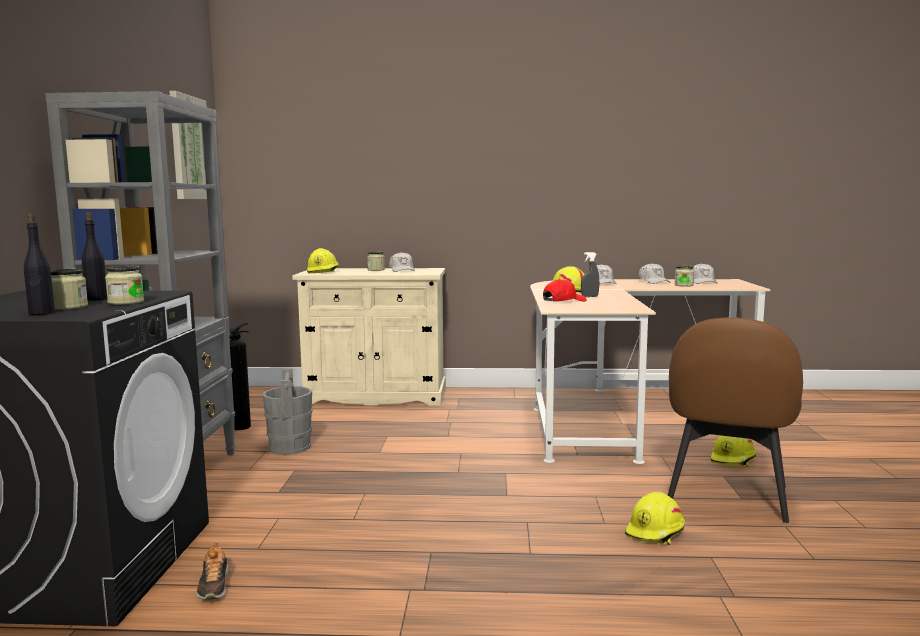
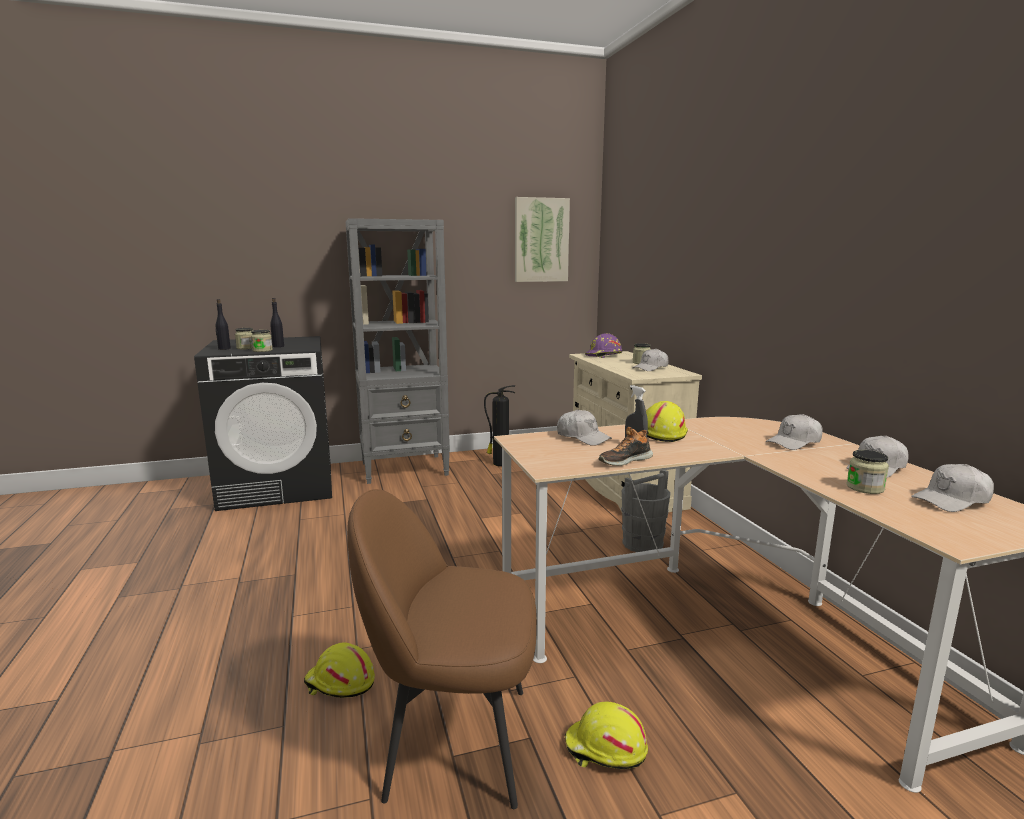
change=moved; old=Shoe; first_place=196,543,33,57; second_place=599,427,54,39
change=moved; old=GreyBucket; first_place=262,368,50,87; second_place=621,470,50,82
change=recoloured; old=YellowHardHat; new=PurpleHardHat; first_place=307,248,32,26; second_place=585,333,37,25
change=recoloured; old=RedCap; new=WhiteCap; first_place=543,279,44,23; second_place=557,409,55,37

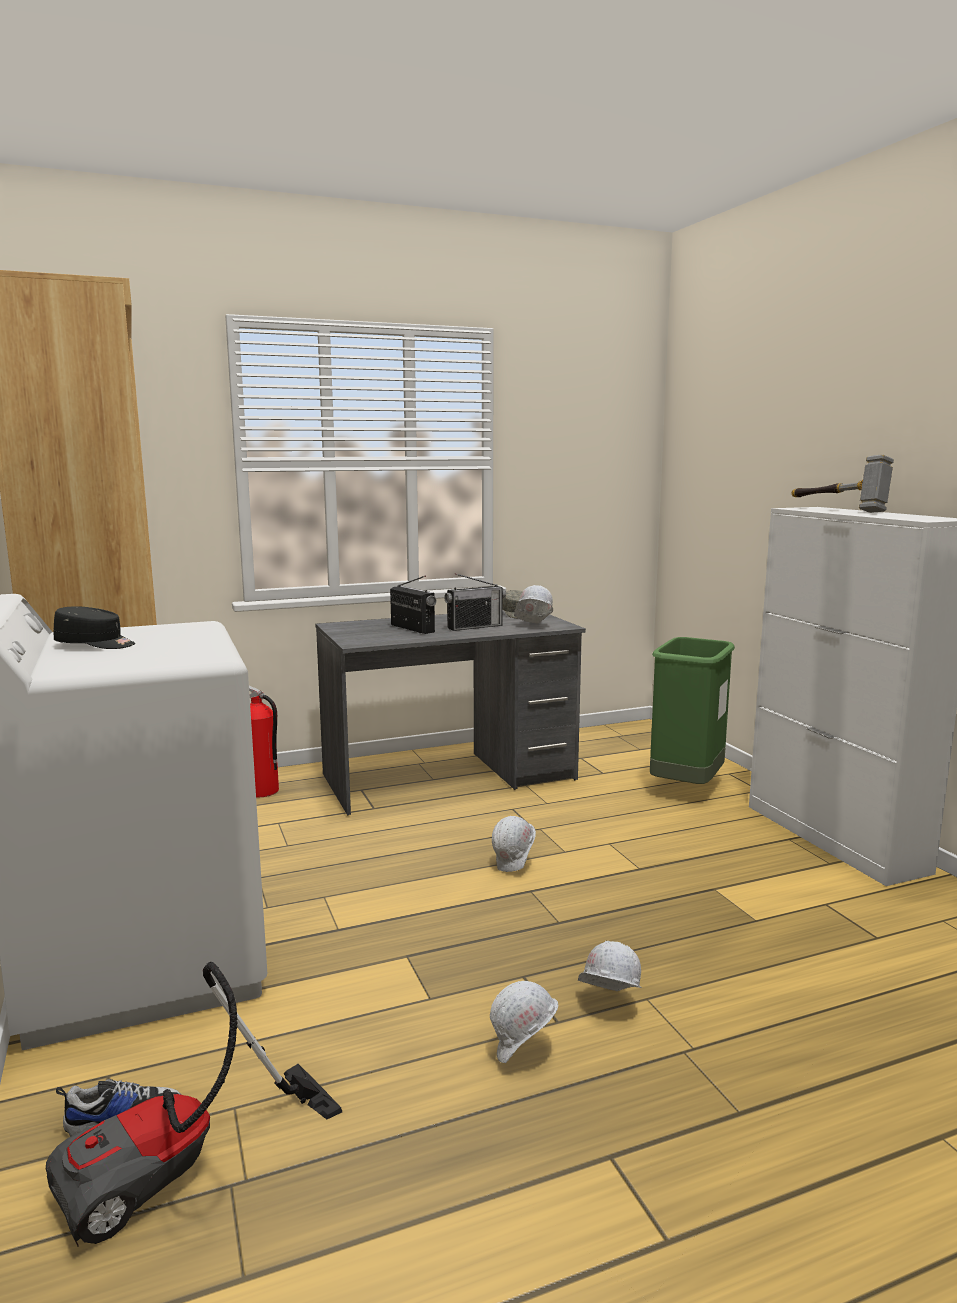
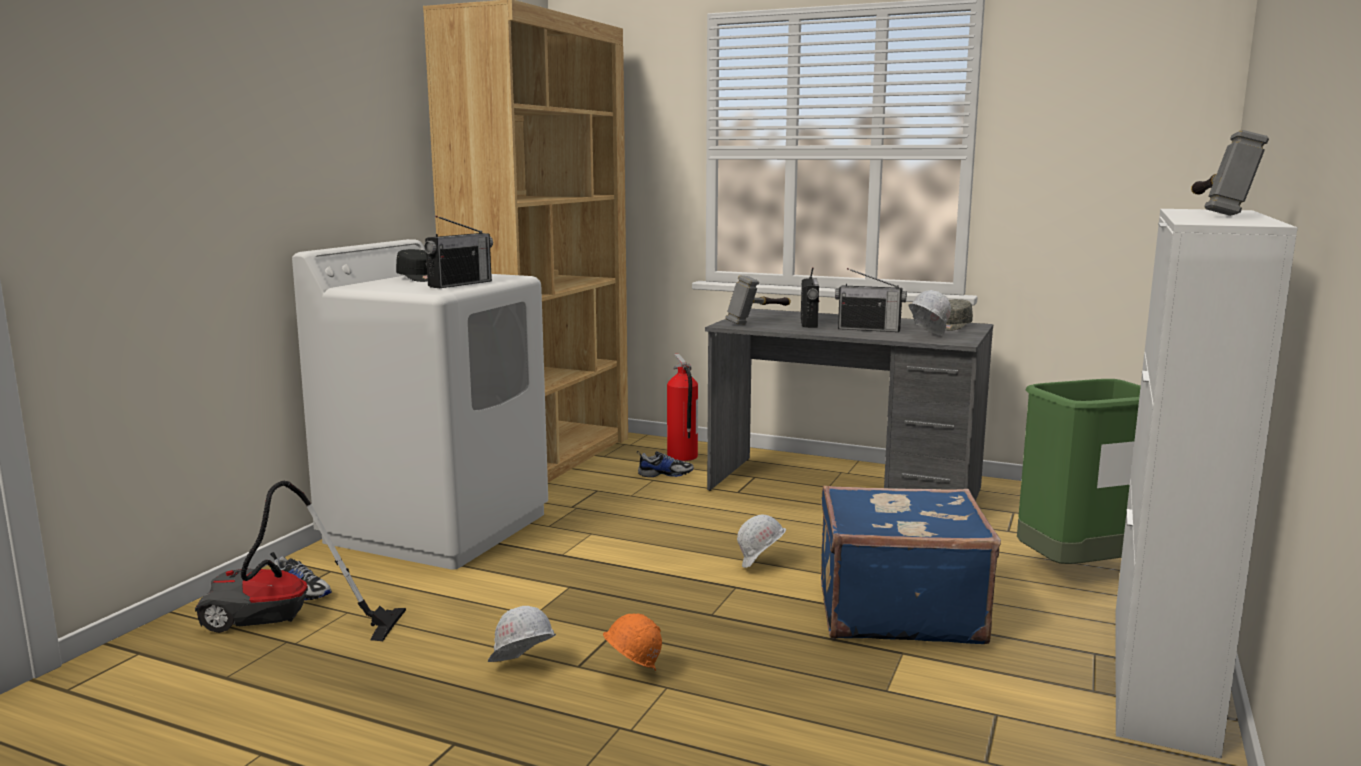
change=recoloured; old=WhiteHardHat; new=OrangeHardHat; first_place=578,941,64,50; second_place=603,613,59,58
change=added; new=Radio; second_place=424,216,69,72
change=added; new=Shoe; second_place=637,451,56,26
change=added; new=Hammer; second_place=725,276,66,48
change=added; new=BlueSuitcase; second_place=821,486,180,158

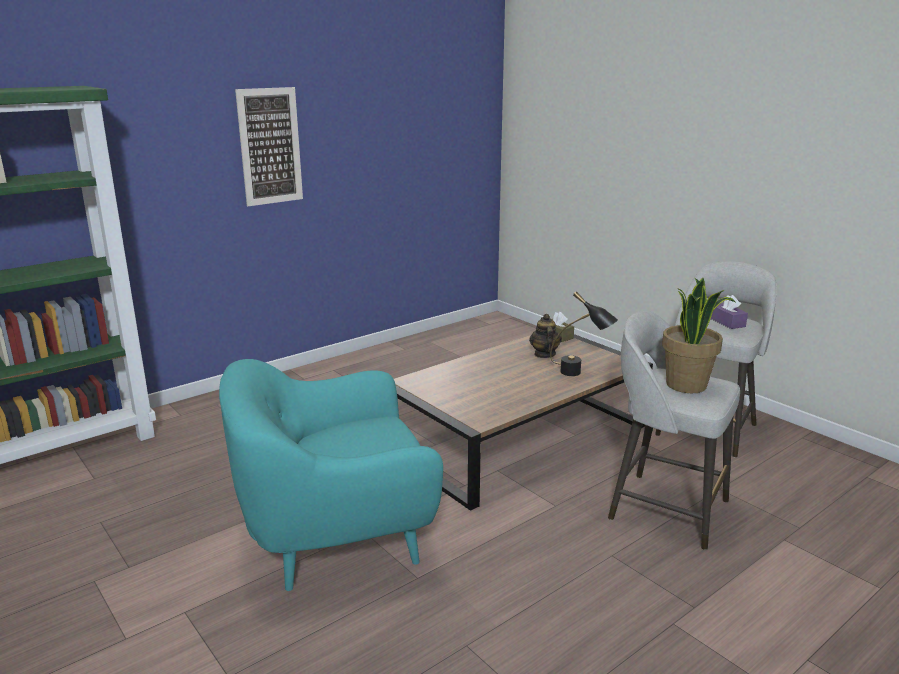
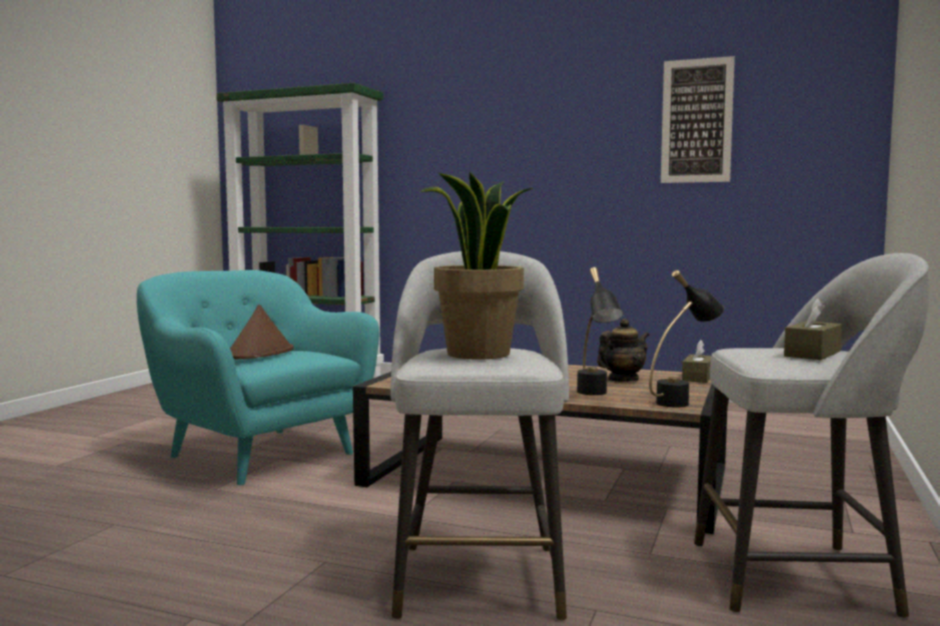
change=moved; old=Picture; first_place=235,87,68,119; second_place=661,56,74,127
change=recoloured; old=PurpleTissueBox; new=BrownTissueBox; first_place=711,295,37,34; second_place=784,298,58,62
change=added; new=BrownHat; second_place=230,304,64,55
change=added; new=BlackTableLamp; second_place=649,270,75,138

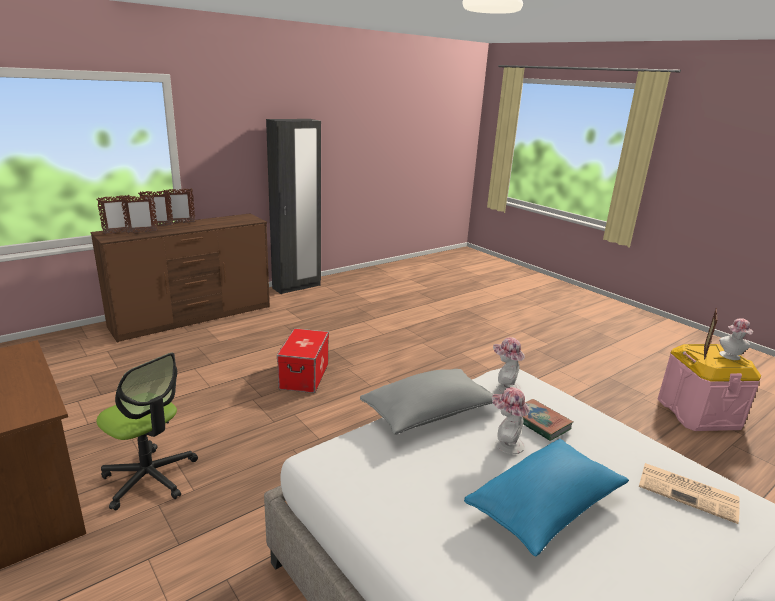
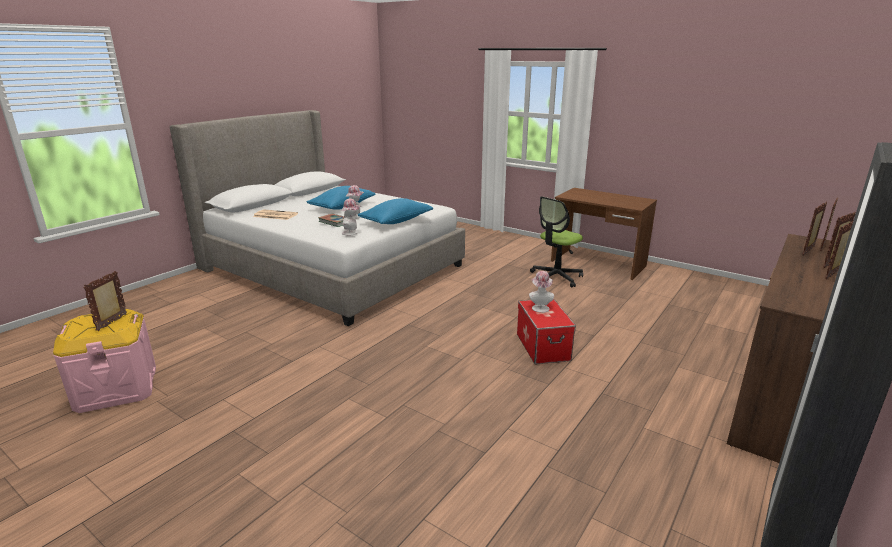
change=turned; old=OfficeChair; first_place=96,353,102,158; second_place=530,197,53,90; degrees=-60
change=recoloured; old=GreyPillow; new=BluePillow; first_place=360,369,133,66; second_place=358,198,75,26
change=moved; old=Hat; first_place=719,318,34,42; second_place=529,271,25,42

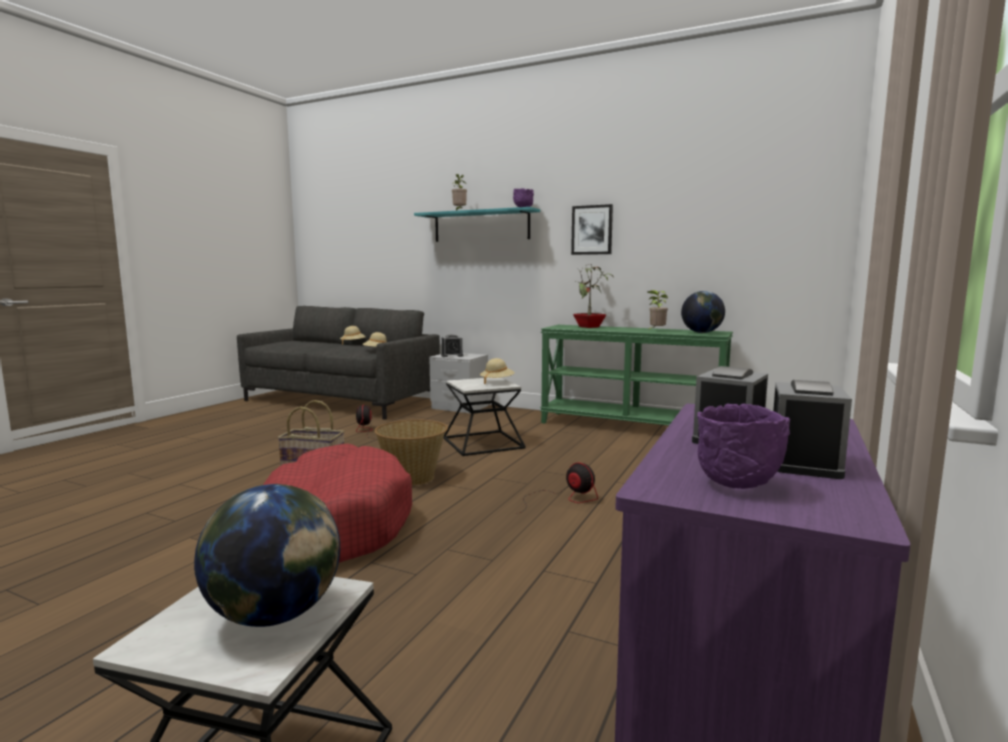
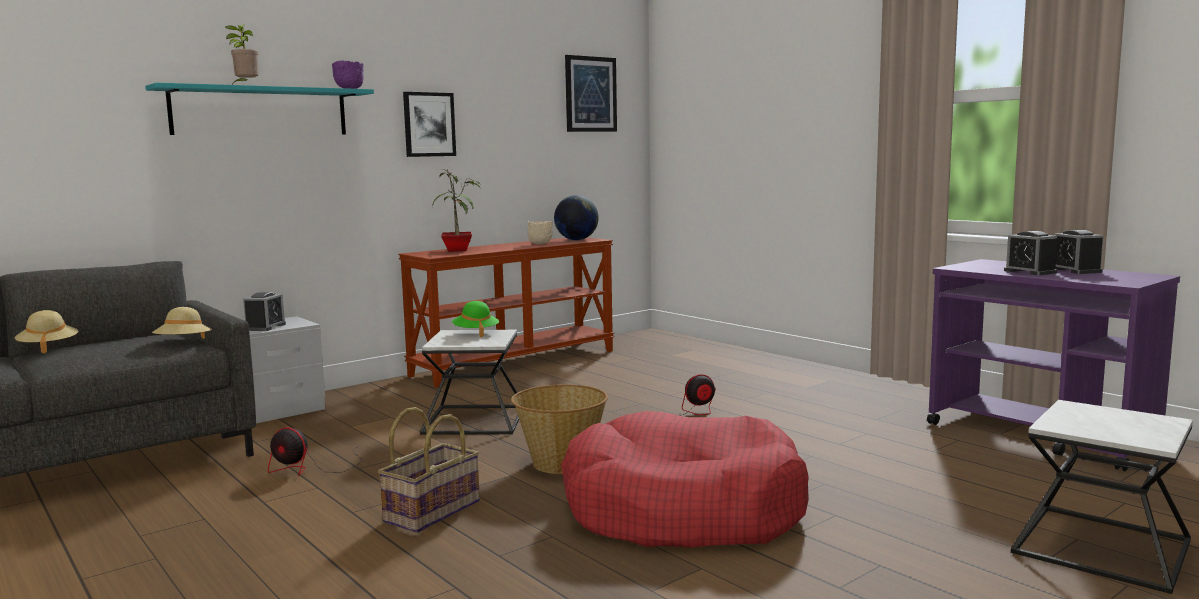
change=removed; old=Globe; first_place=194,484,146,143
change=recoloured; old=BeigeHat; new=GreenHat; first_place=480,358,35,26; second_place=452,301,47,37
change=recoloured; old=GreenConsoleTable; new=BrownConsoleTable; first_place=540,325,193,100; second_place=398,237,216,151
change=replaced; old=PottedPlant; new=BeigeBowl; first_place=646,290,22,42; second_place=527,221,26,23
change=removed; old=PurpleBowl; first_place=697,403,93,86
change=turned; old=AlarmClock; first_place=773,380,79,99; second_place=1053,230,51,44; degrees=-150
change=added; new=Picture; second_place=565,55,52,77

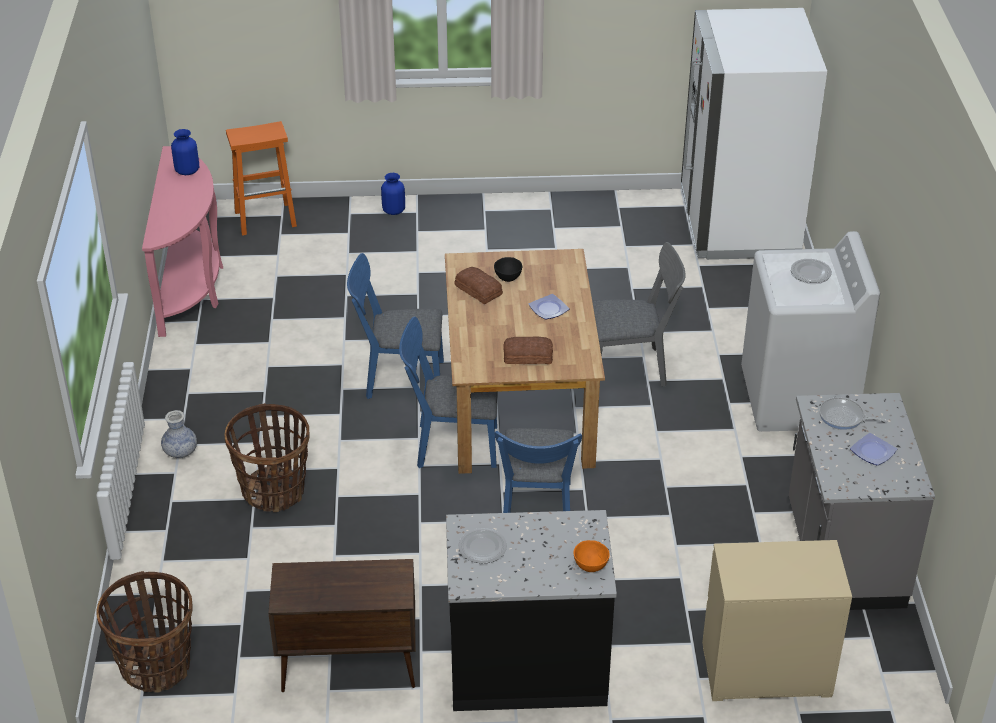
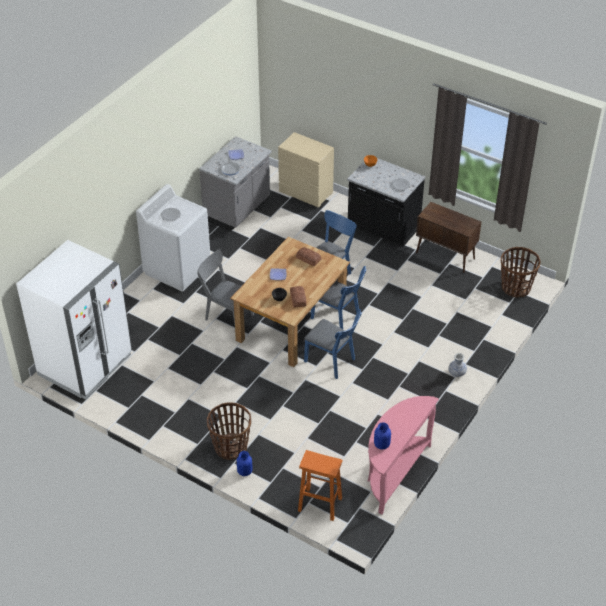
change=moved; old=Basket; first_place=225,403,84,109; second_place=207,402,44,58

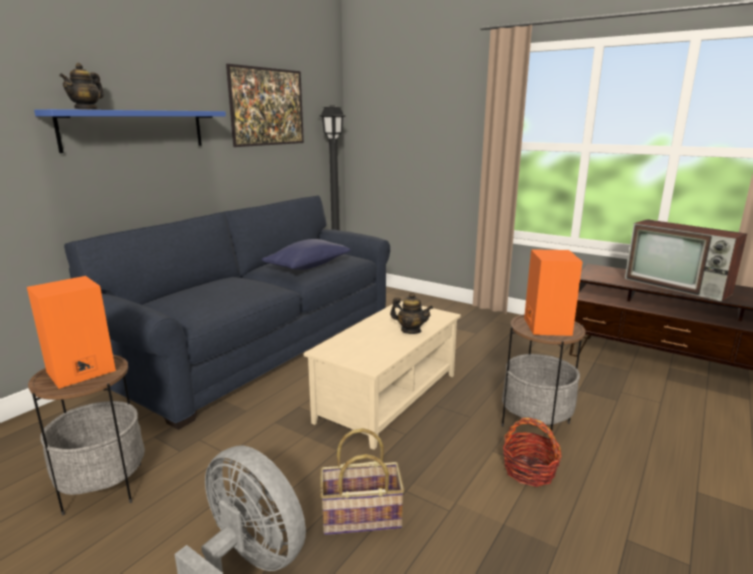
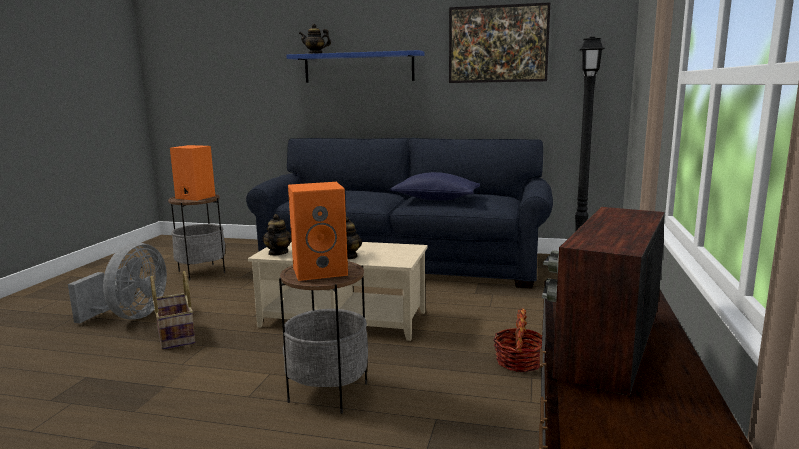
change=moved; old=Basket; first_place=503,418,59,69; second_place=493,309,49,63
change=added; new=Teapot; second_place=263,214,28,42

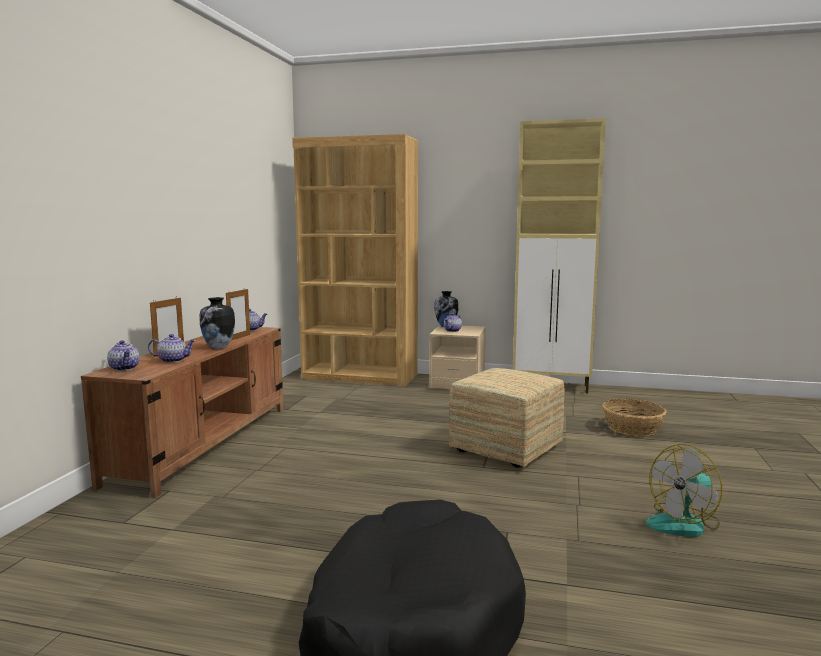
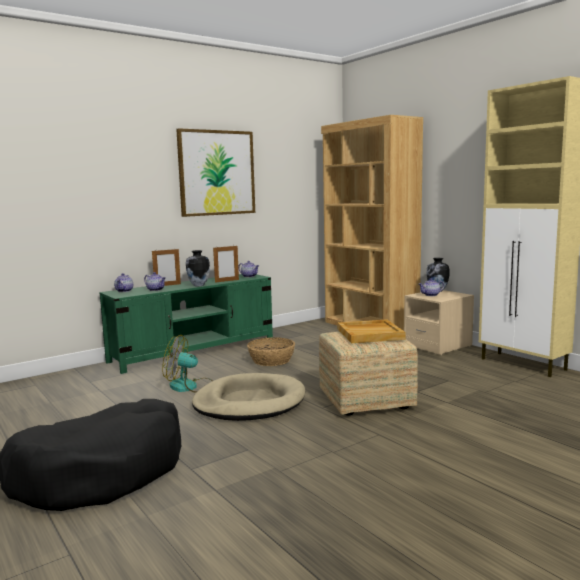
change=recoloured; old=BrownTvStand; new=GreenTvStand; first_place=81,327,202,171; second_place=99,274,174,100
change=moved; old=Basket; first_place=602,399,64,37; second_place=247,337,48,29
change=moved; old=Fan; first_place=646,444,77,93; second_place=162,335,50,58
change=added; new=Picture; second_place=176,128,79,89
change=added; new=BeigeDogBed; second_place=192,373,113,48
change=added; new=BeigeTray; second_place=338,319,67,24

